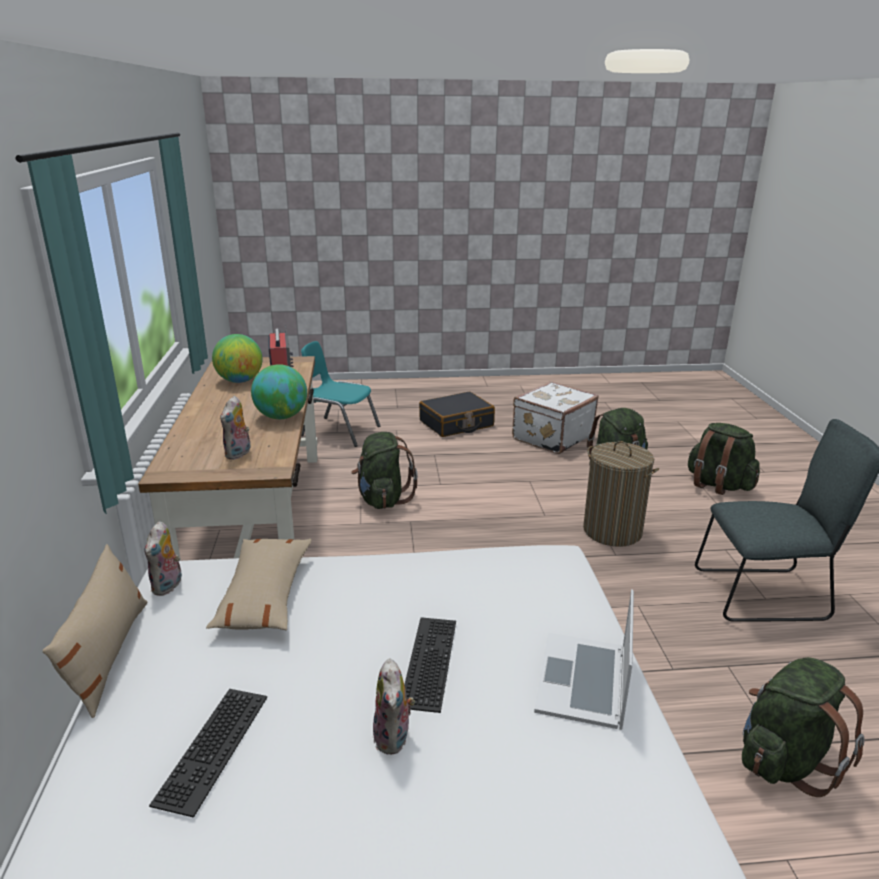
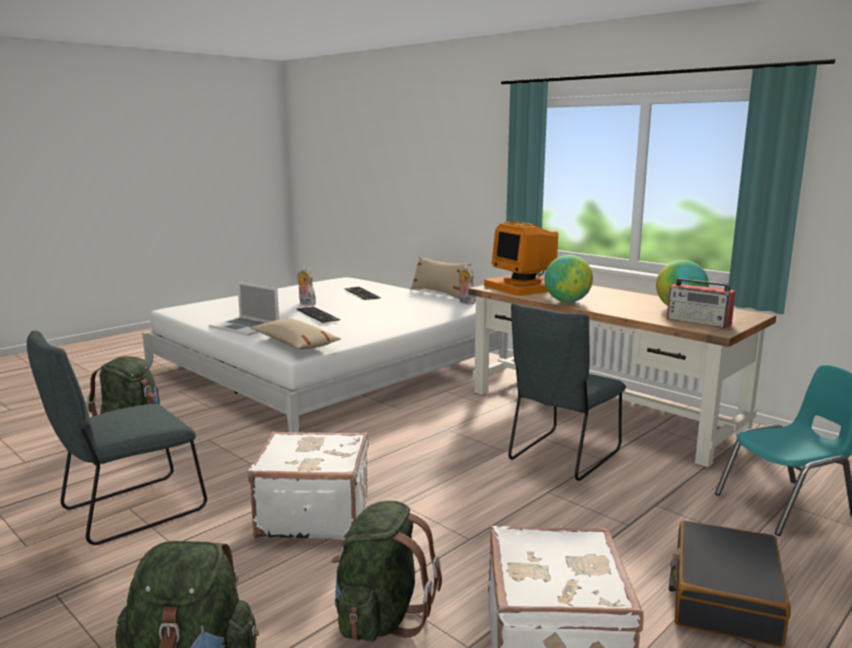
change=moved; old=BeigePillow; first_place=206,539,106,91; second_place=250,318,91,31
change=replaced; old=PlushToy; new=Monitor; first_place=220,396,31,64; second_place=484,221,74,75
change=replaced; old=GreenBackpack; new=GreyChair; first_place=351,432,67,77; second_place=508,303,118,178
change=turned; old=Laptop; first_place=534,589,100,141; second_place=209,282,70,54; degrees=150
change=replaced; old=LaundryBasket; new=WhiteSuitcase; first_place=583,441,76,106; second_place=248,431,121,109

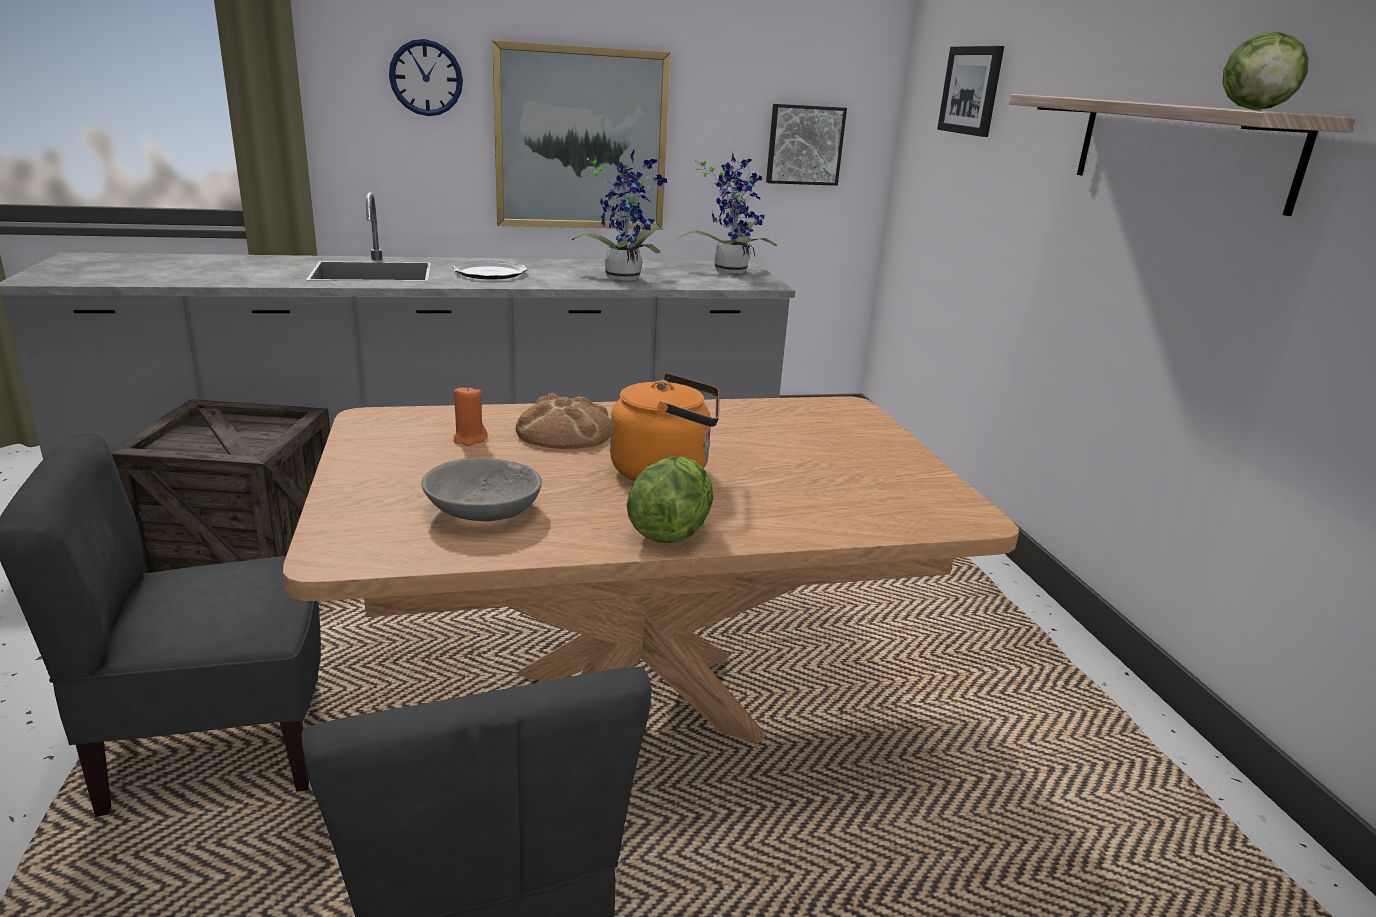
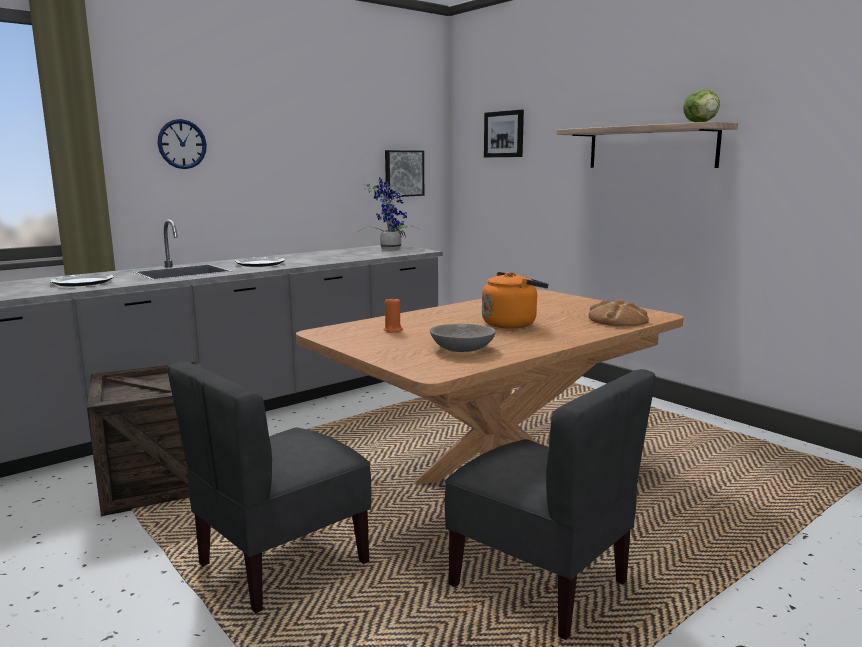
change=removed; old=Picture; first_place=492,41,178,188
change=moved; old=Bread; first_place=516,393,95,56; second_place=588,299,61,27
change=removed; old=PottedPlant; first_place=572,149,95,132
change=removed; old=Lettuce; first_place=626,457,88,86
change=added; new=Plate; second_place=50,274,64,12

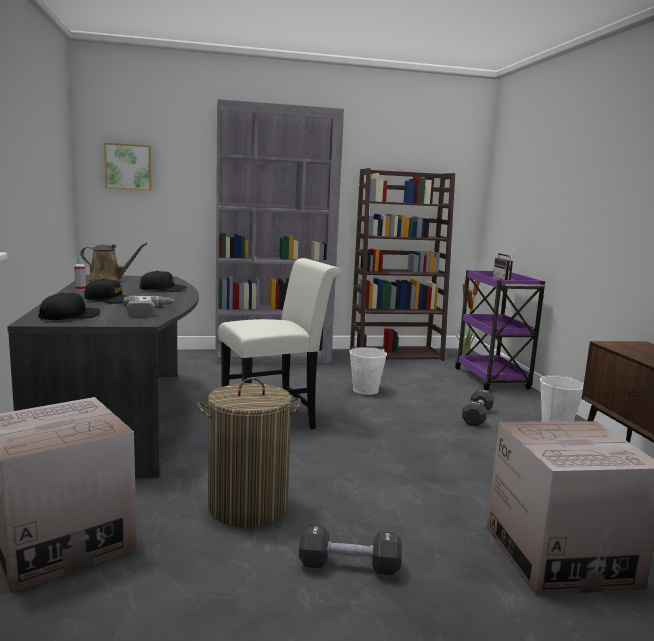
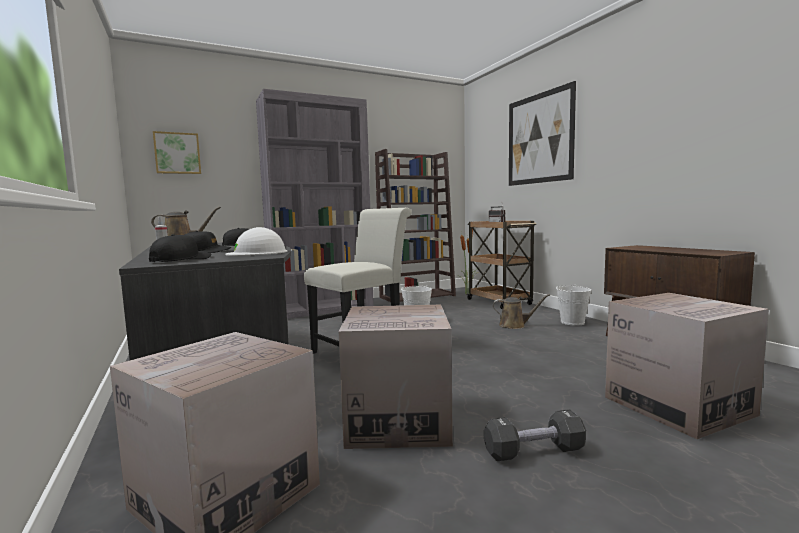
change=replaced; old=PowerDrill; new=WhiteHardHat; first_place=123,295,52,21; second_place=225,227,63,29
change=replaced; old=LaundryBasket; new=CardboardBox; first_place=197,377,104,150; second_place=338,305,115,144
change=recoloured; old=PurpleCart; new=BrownCart; first_place=455,270,91,120; second_place=467,221,69,88
change=replaced; old=BlackDumbbell; new=BrownWateringCan; first_place=462,389,32,37; second_place=493,294,57,35
change=added; new=Picture; second_place=509,81,67,105

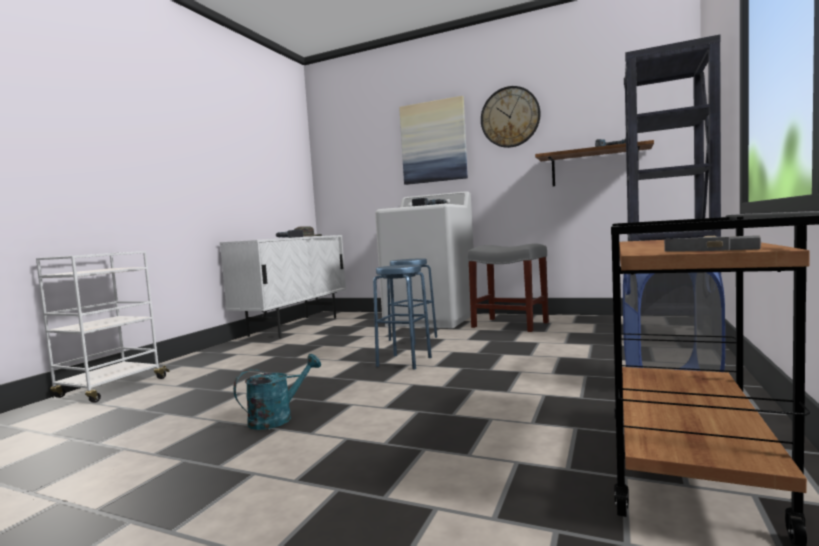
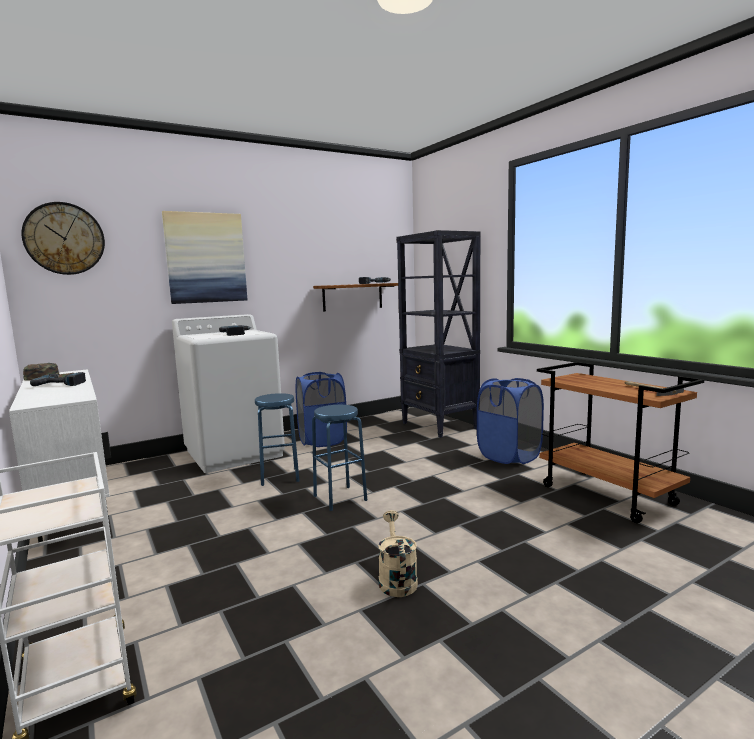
change=recoloured; old=TurquoiseWateringCan; new=BeigeWateringCan; first_place=233,354,88,76; second_place=378,510,40,87
change=replaced; old=GreyStool; new=BlueLaundryBasket; first_place=468,243,81,89; second_place=296,372,51,75
change=moved; old=WallClock; first_place=481,86,60,62; second_place=22,202,83,73

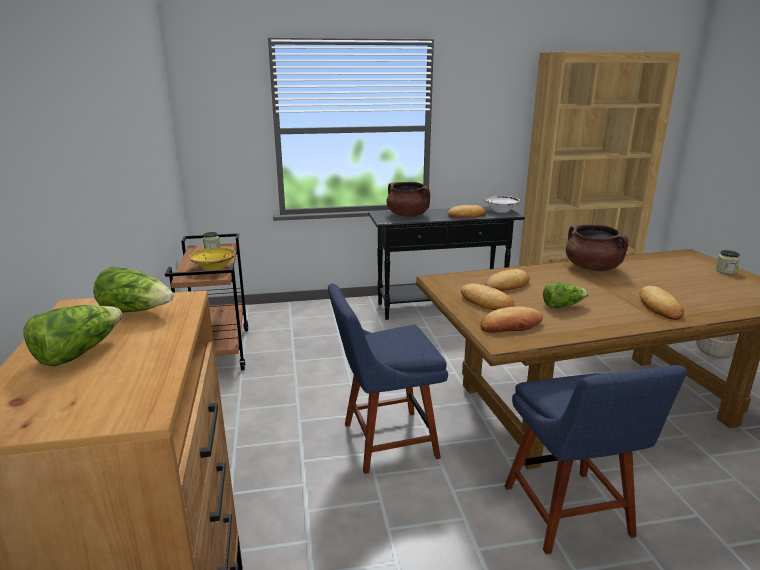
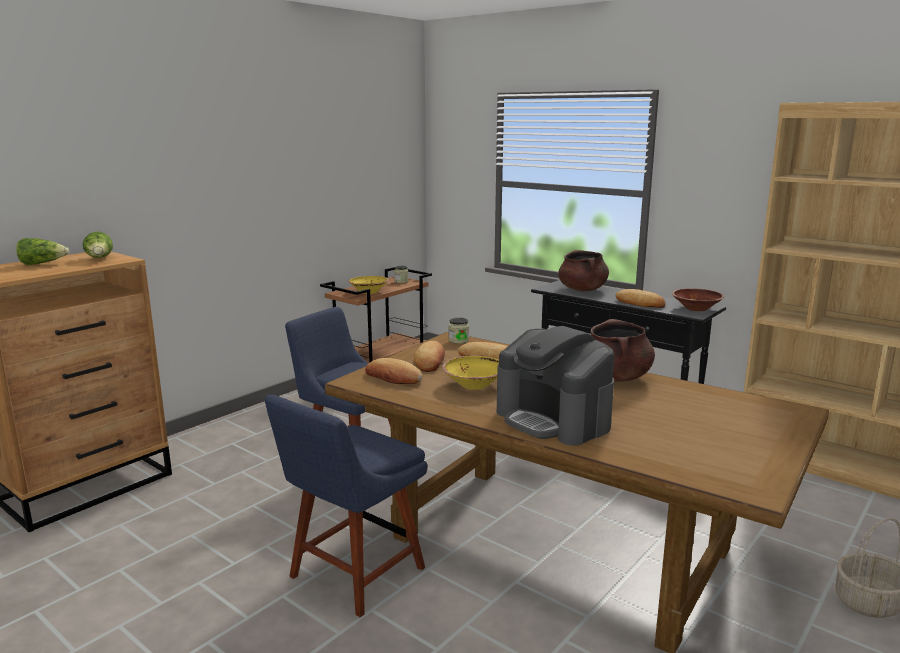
change=recoloured; old=WhiteBowl; new=BrownBowl; first_place=483,196,38,17; second_place=672,288,52,23
change=replaced; old=Lettuce; new=YellowBowl; first_place=543,282,46,26; second_place=442,355,57,35
change=replaced; old=Bread; new=CoffeeMachine; first_place=640,286,44,34; second_place=497,326,117,120
change=moved; old=Jar; first_place=715,250,25,24; second_place=449,318,20,26

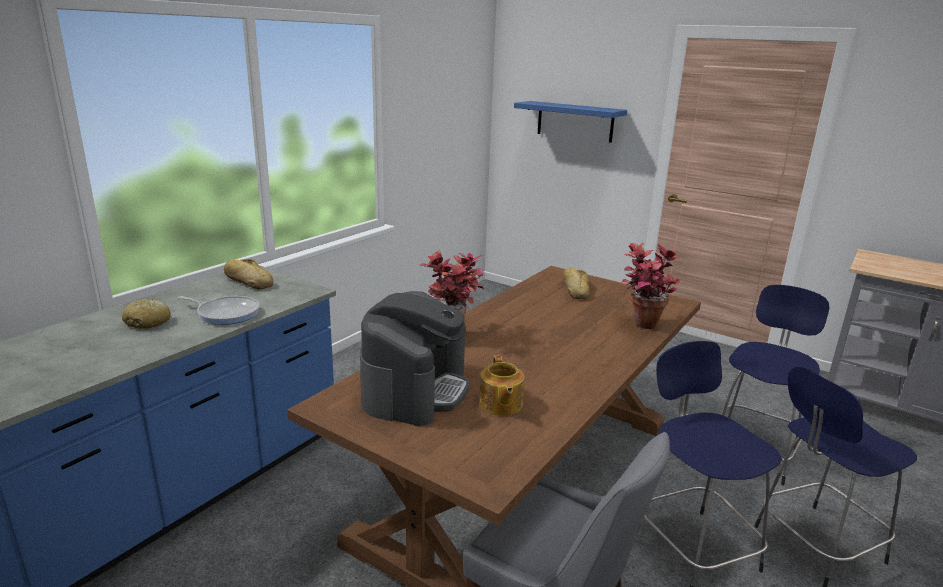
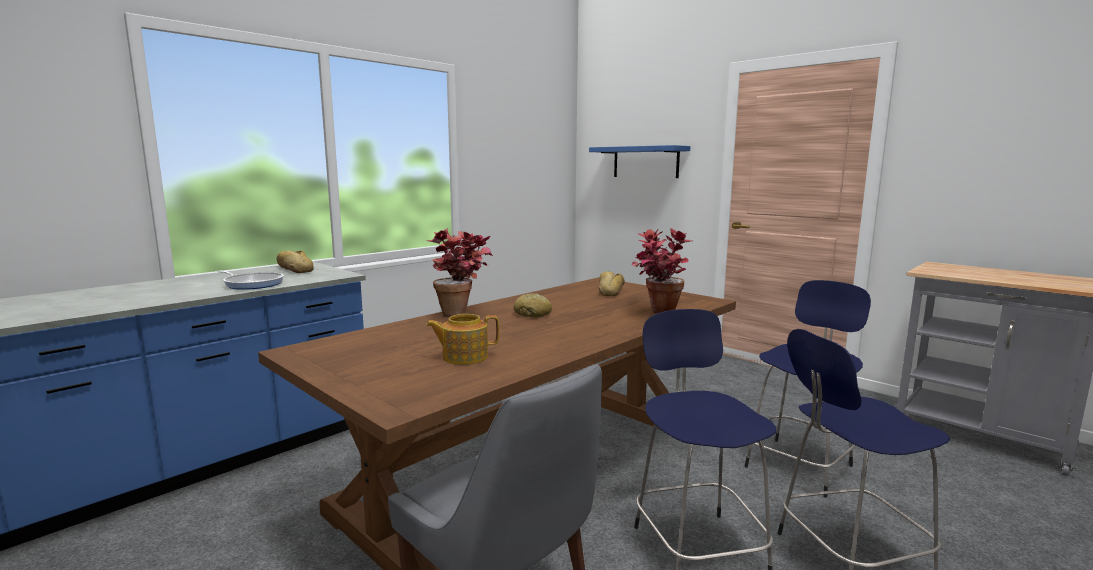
change=moved; old=Bread; first_place=122,298,49,31; second_place=513,293,39,24
change=removed; old=CoffeeMachine; first_place=360,291,109,135
change=turned; old=Teapot; first_place=479,355,45,61; second_place=426,314,73,51; degrees=75

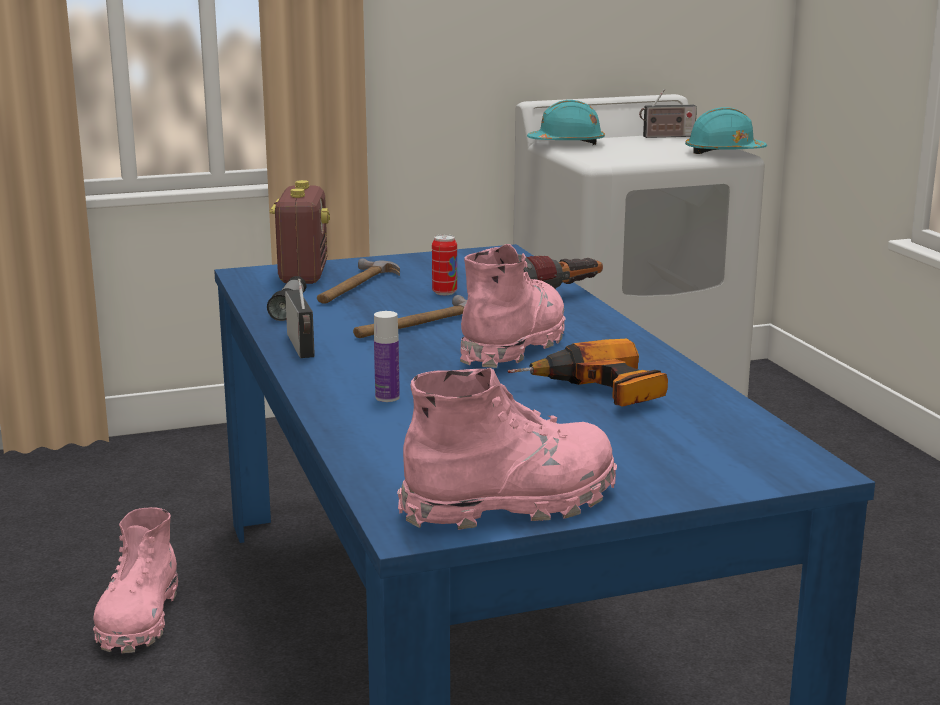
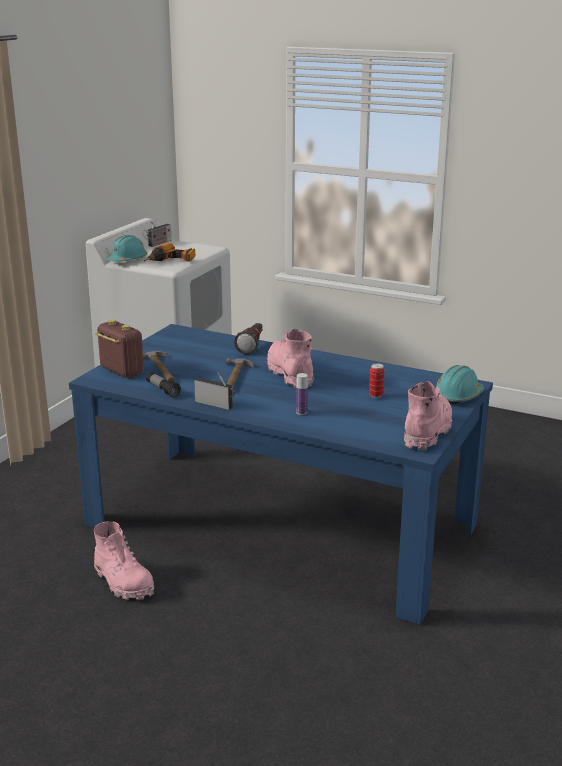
change=moved; old=Can; first_place=432,234,25,61; second_place=369,363,15,35
change=moved; old=PowerDrill; first_place=507,338,161,69; second_place=144,243,51,19
change=moved; old=TurquoiseHardHat; first_place=685,107,82,47; second_place=435,365,49,40

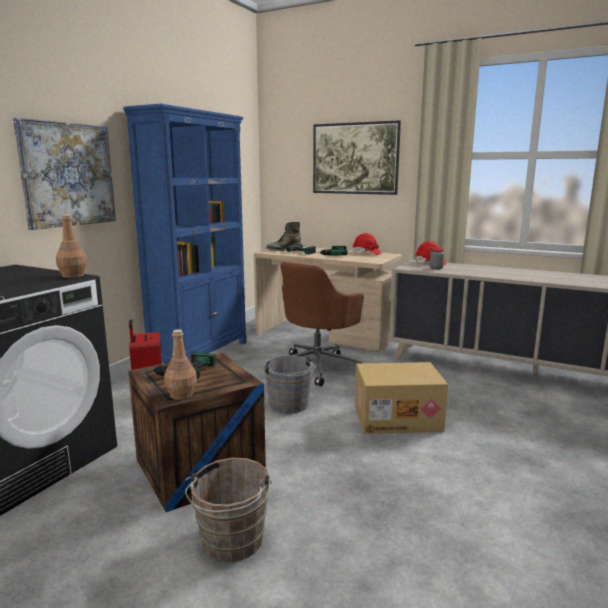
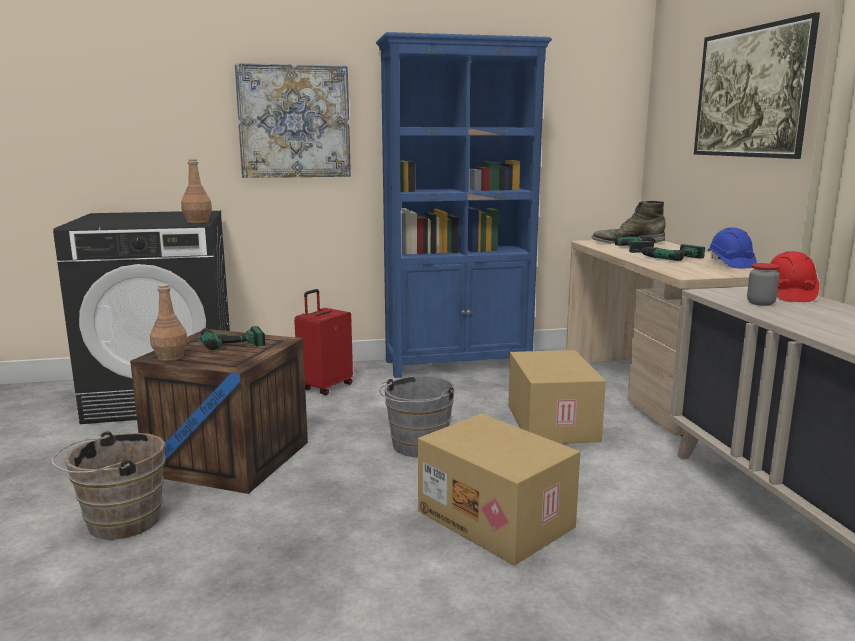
change=replaced; old=BrownOfficeChair; new=CardboardBox; first_place=280,262,84,124; second_place=508,350,98,94
change=recoloured; old=RedHardHat; new=BlueHardHat; first_place=353,233,29,22; second_place=708,227,49,41

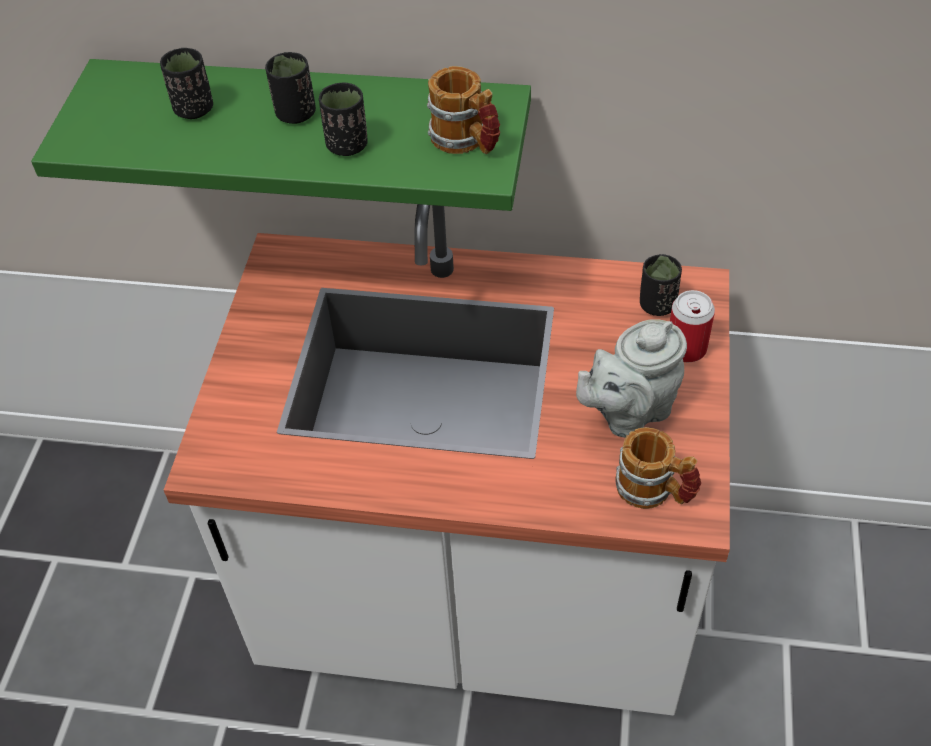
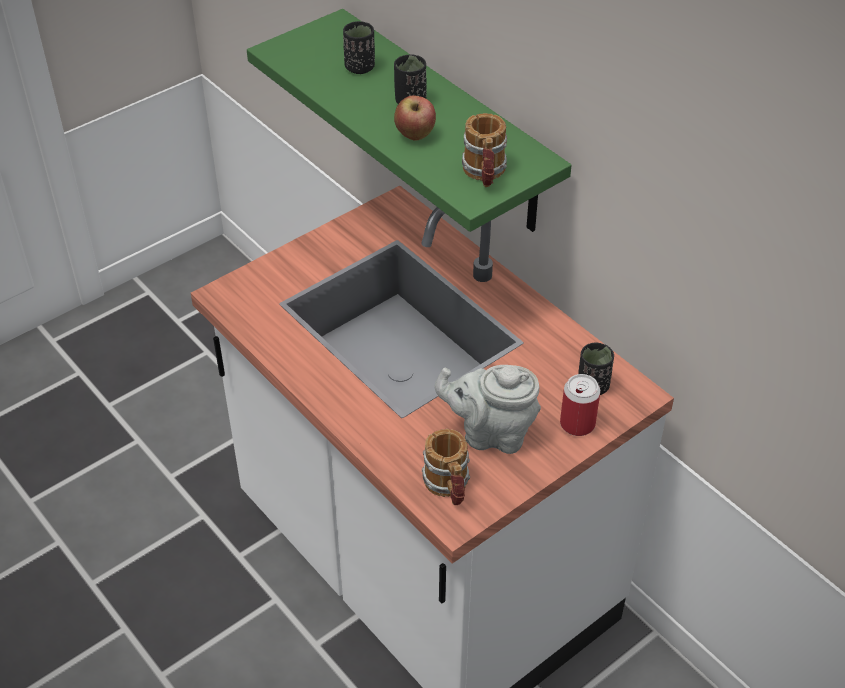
change=replaced; old=BlackCup; new=Apple; first_place=319,82,49,74; second_place=394,96,42,45

